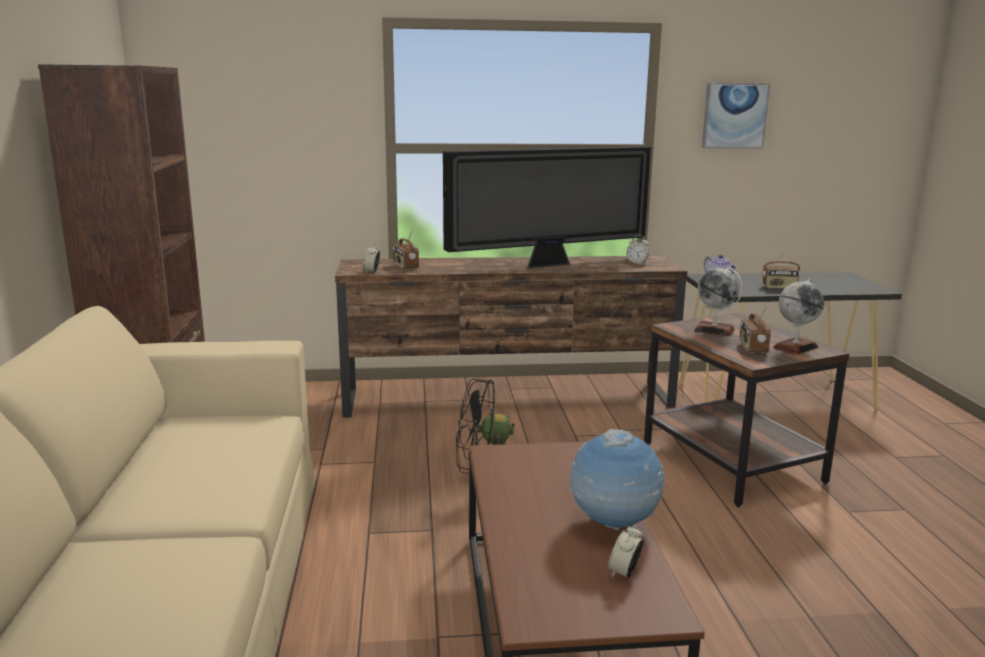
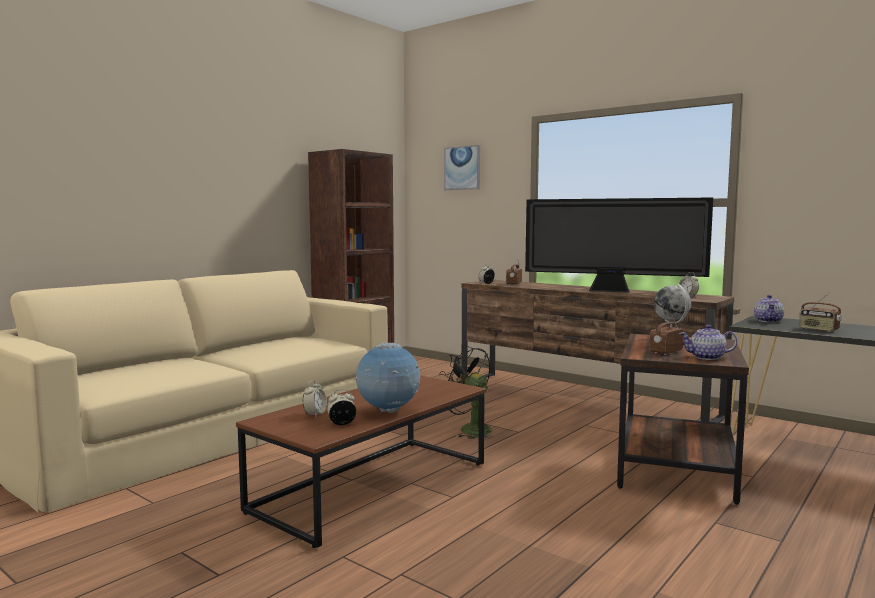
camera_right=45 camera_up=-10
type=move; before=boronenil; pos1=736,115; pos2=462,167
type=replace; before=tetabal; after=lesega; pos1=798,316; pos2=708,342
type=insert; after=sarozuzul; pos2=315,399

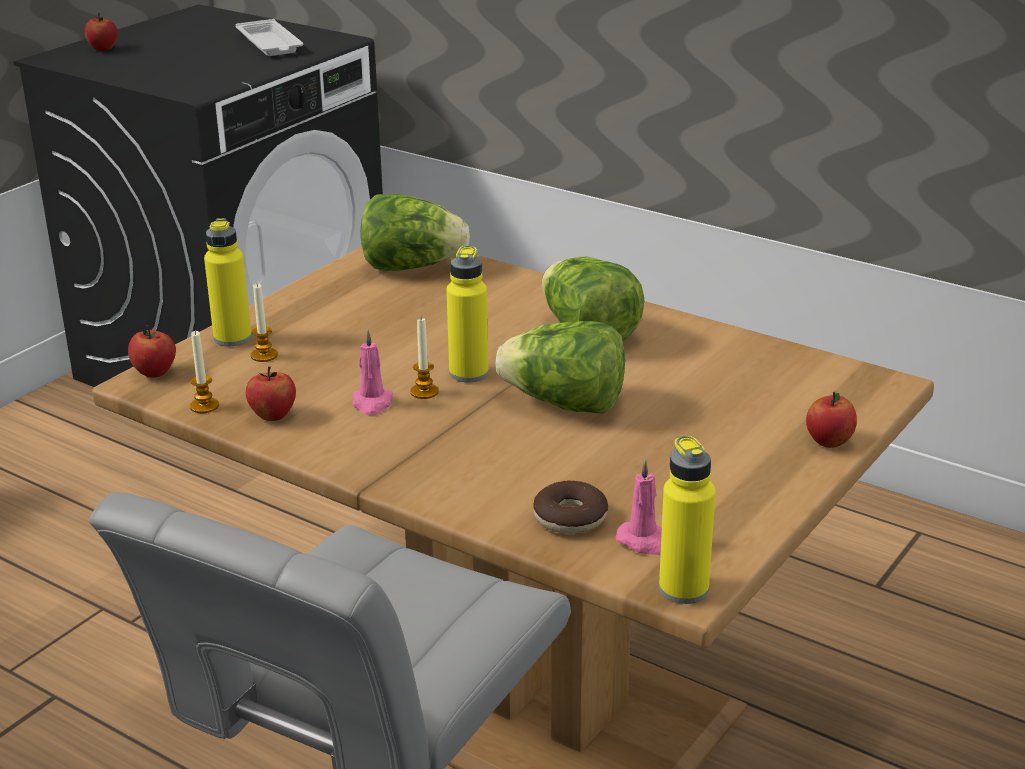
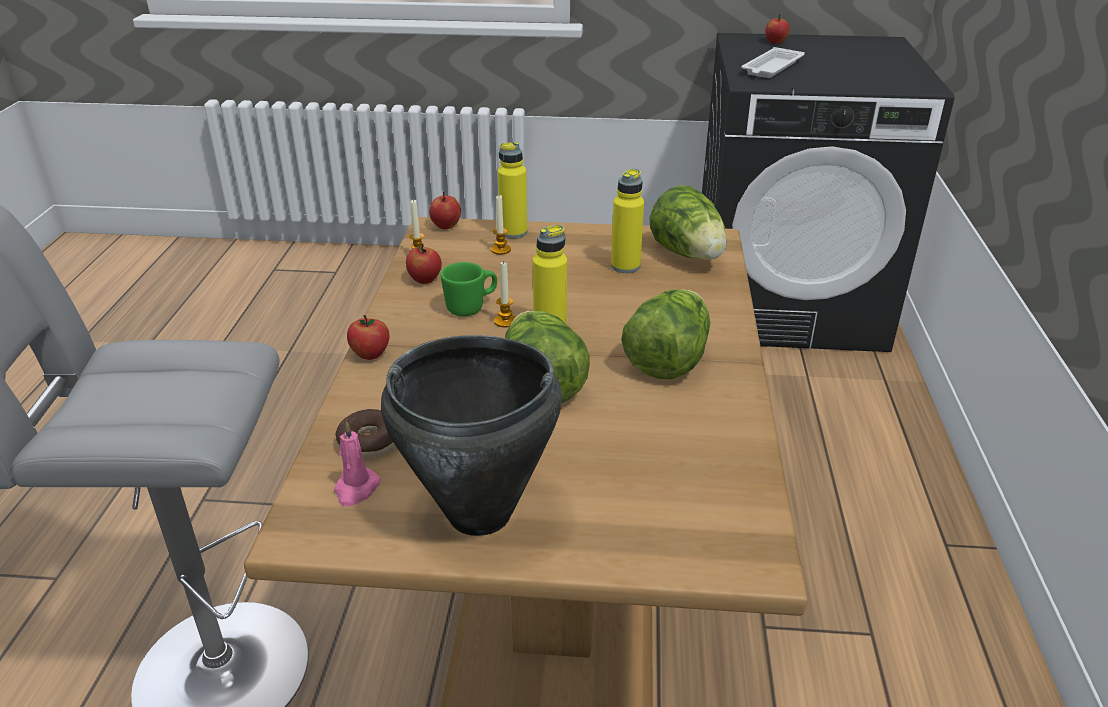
camera_right=60 camera_up=5
type=move; before=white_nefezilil; pos1=269,37; pos2=773,62
type=replace; before=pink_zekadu; after=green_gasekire; pos1=373,373; pos2=468,289
type=move; before=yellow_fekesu; pos1=687,520; pos2=627,221
type=move; before=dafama; pos1=831,420; pos2=368,337
type=insert; after=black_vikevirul; pos2=471,435

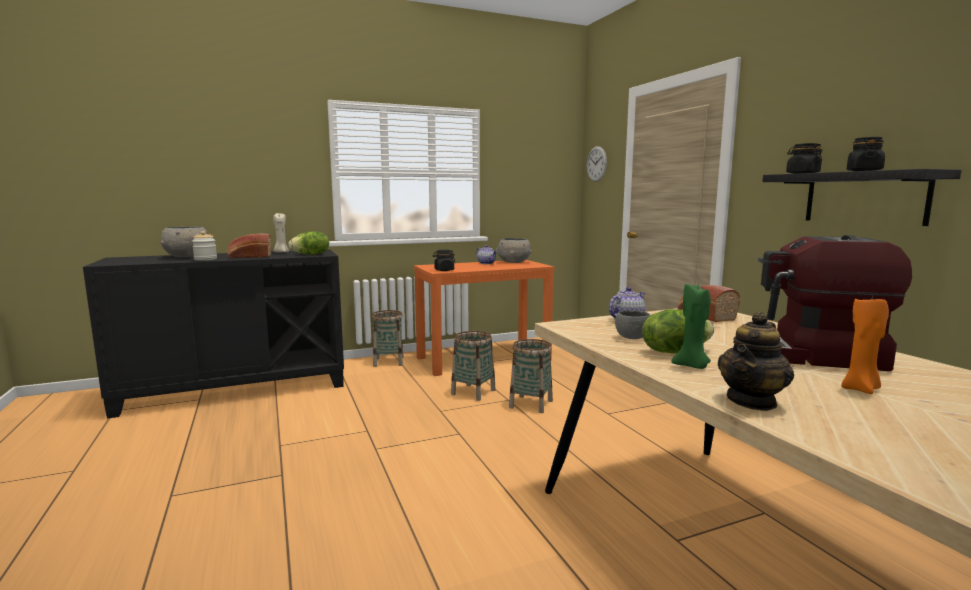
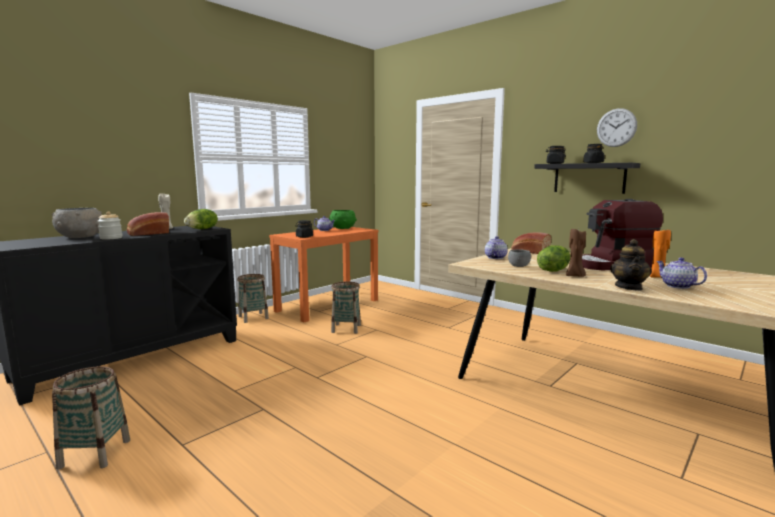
camera_right=-25 camera_up=0
type=recolor; before=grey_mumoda; after=green_mumoda; pos1=514,250; pos2=343,219
type=move; before=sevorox; pos1=531,376; pos2=91,417
type=move; before=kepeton; pos1=597,164; pos2=617,127
type=recolor; before=green_zekadu; after=brown_zekadu; pos1=691,326; pos2=576,252
type=insert; after=lesega; pos2=681,273

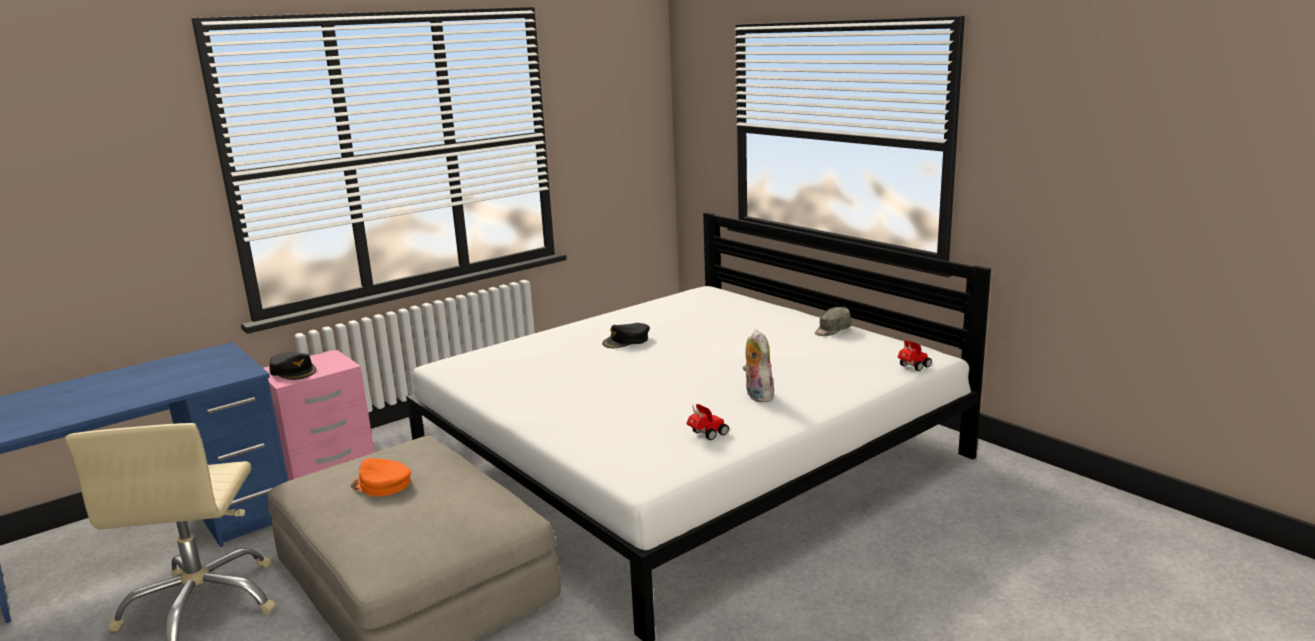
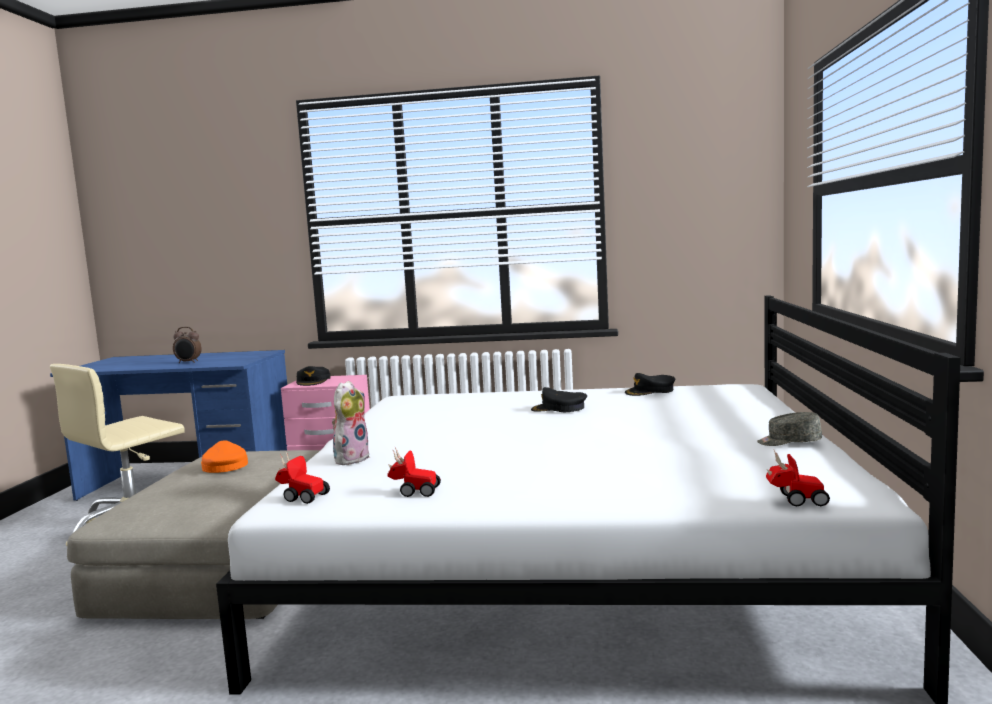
camera_right=45 camera_up=-10
type=move; before=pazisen; pos1=758,366; pos2=351,423
type=insert; after=sarozuzul; pos2=187,345
type=insert; after=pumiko; pos2=302,478
type=insert; after=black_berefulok; pos2=650,384

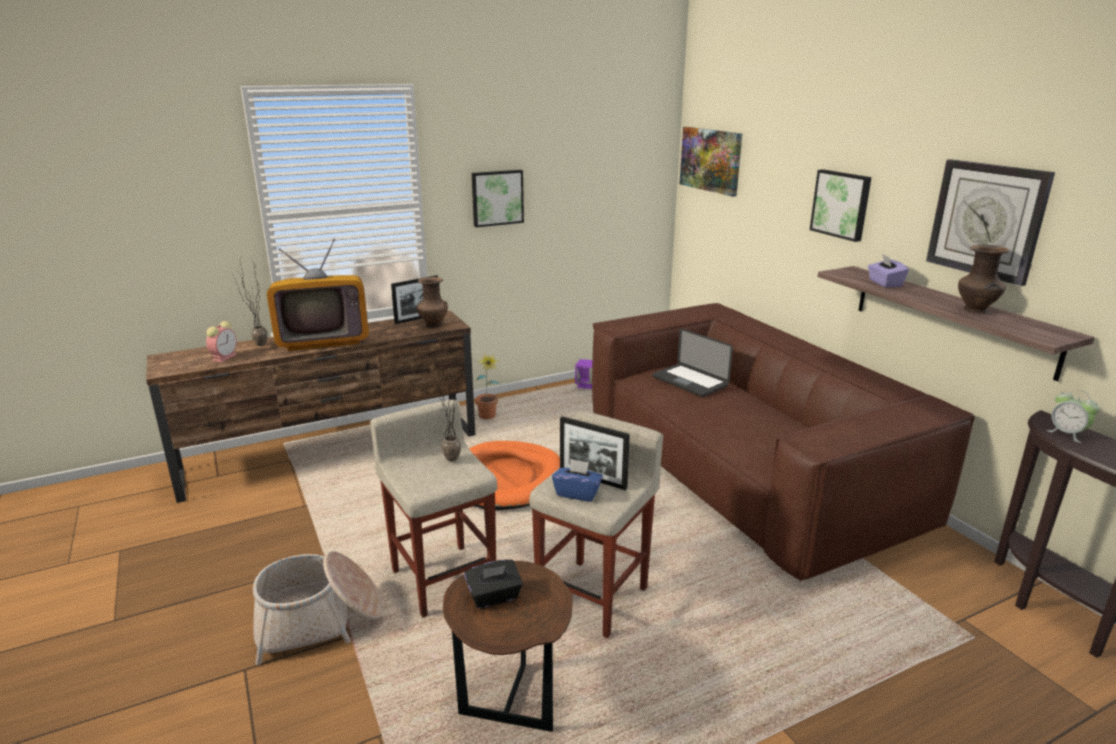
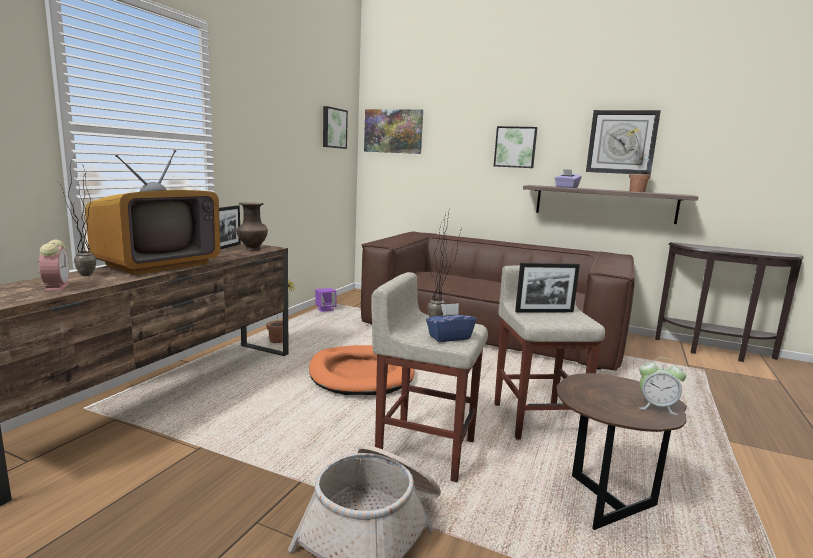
camera_right=-40 camera_up=-10
type=delete; before=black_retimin; pos1=493,584
type=move; before=boronenil; pos1=498,198; pos2=335,127
type=move; before=blue_retimin; pos1=577,480; pos2=451,322
type=delete; before=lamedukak; pos1=692,362
type=replace; before=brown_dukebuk; after=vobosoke; pos1=983,279; pos2=637,160
type=move; before=sarozuzul; pos1=1073,416; pos2=662,386

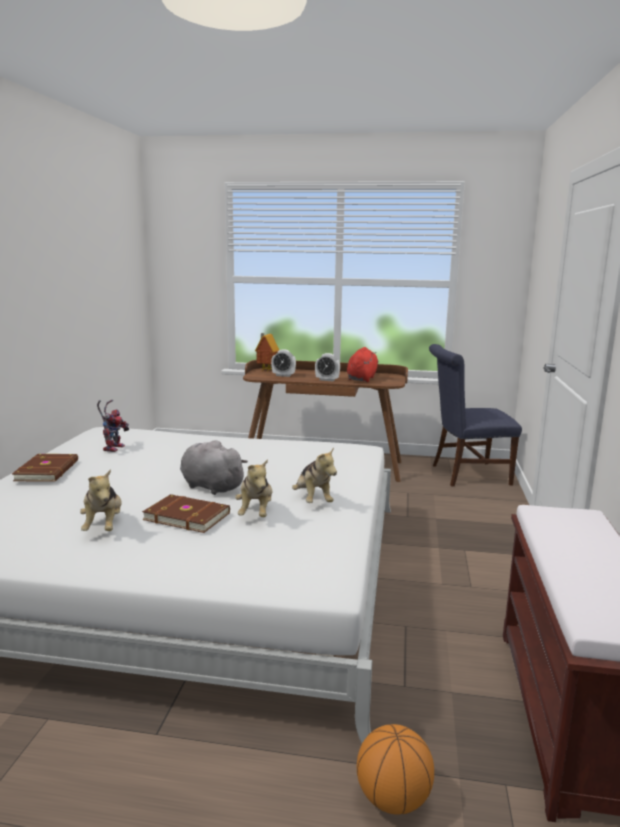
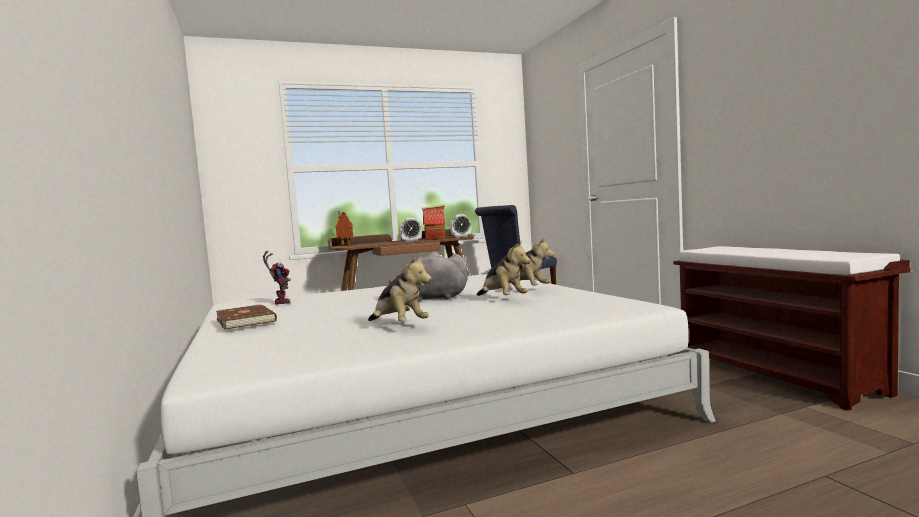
camera_right=-30 camera_up=-10
type=delete; before=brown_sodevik; pos1=186,513
type=move; before=sarozuzul; pos1=283,363; pos2=460,226
type=replace; before=red_pazisen; after=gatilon; pos1=363,364; pos2=434,222
type=delete; before=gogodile; pos1=395,769

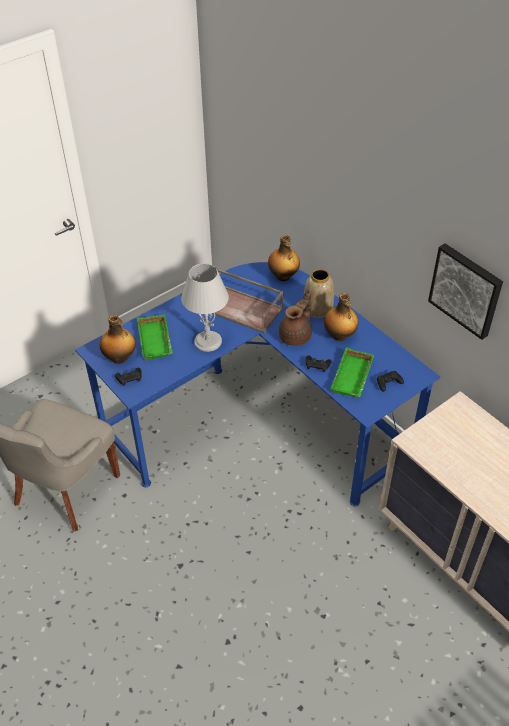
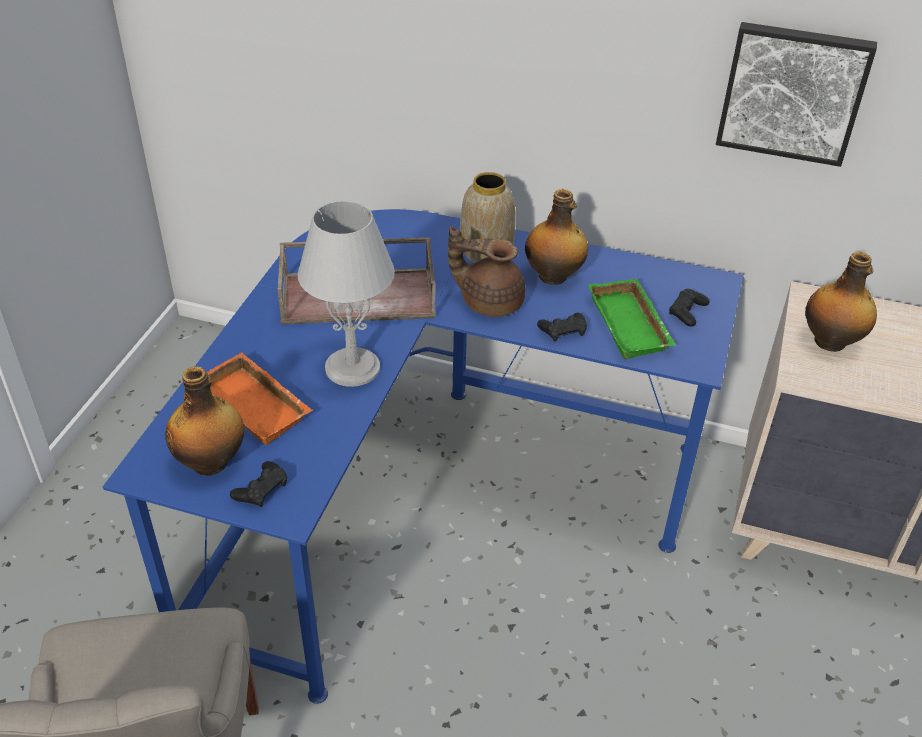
camera_right=-35 camera_up=-5
type=recolor; before=green_nefezilil; after=orange_nefezilil; pos1=155,337; pos2=259,398
type=move; before=fekesu; pos1=284,258; pos2=841,302
type=rotate; before=brown_lesega; pos1=295,317; pos2=487,271; turn=-75

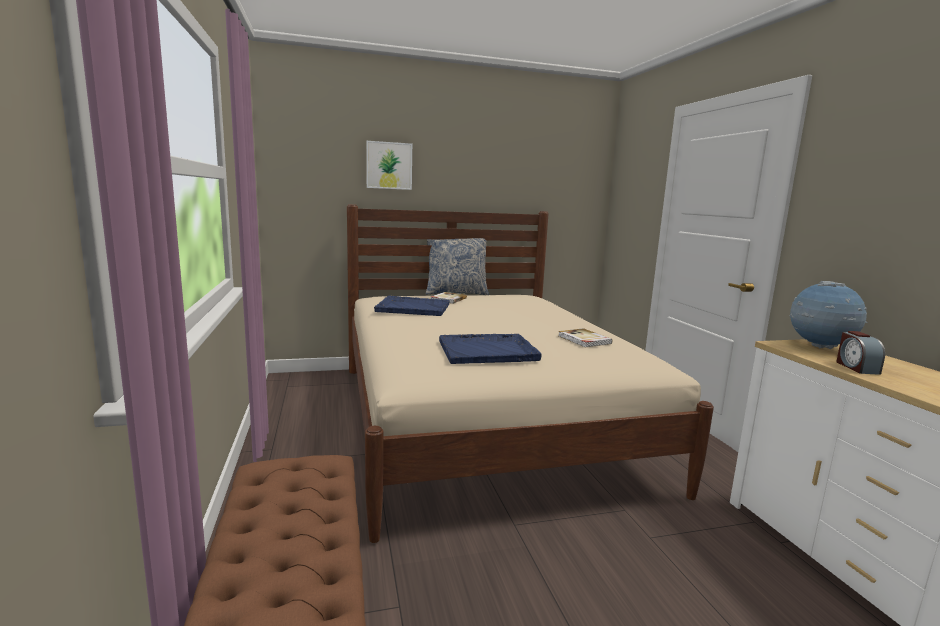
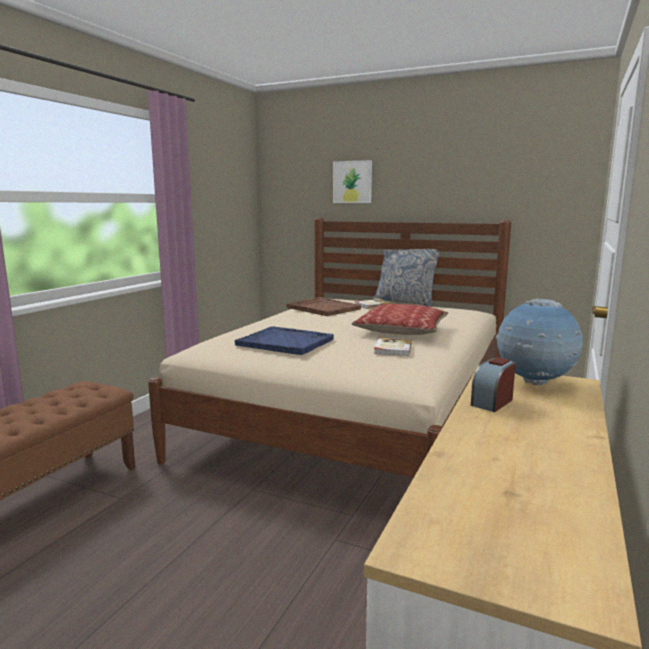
camera_right=40 camera_up=0
type=recolor; before=blue_nefezilil; after=brown_nefezilil; pos1=412,305; pos2=323,306
type=insert; after=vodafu; pos2=400,319

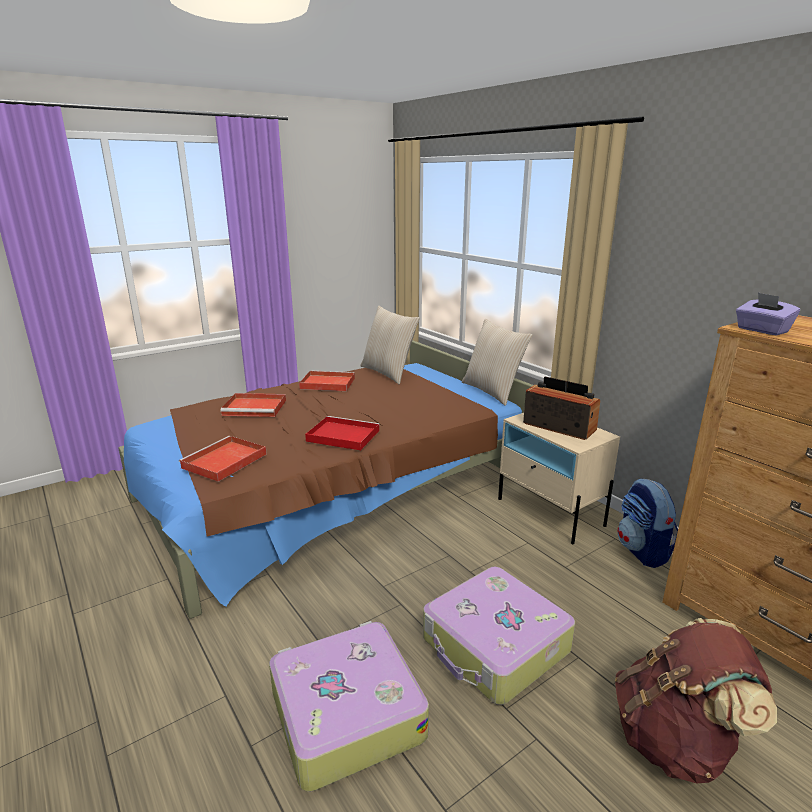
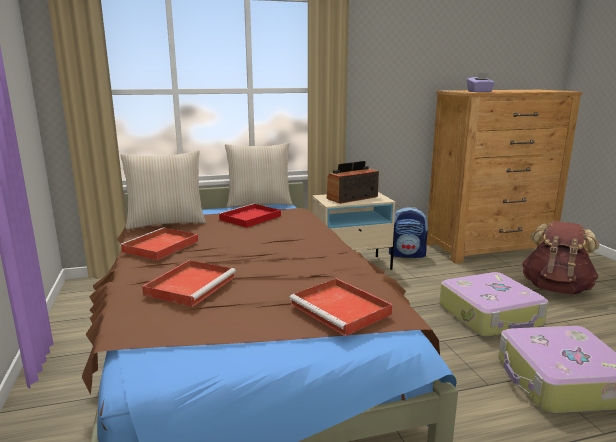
camera_right=-70 camera_up=-5
type=move; before=red_nefezilil; pos1=342,433; pos2=249,215

